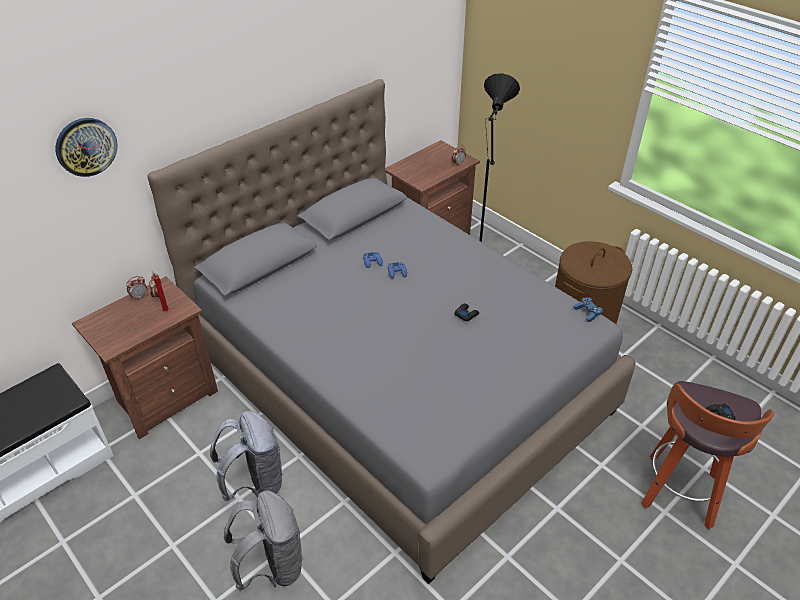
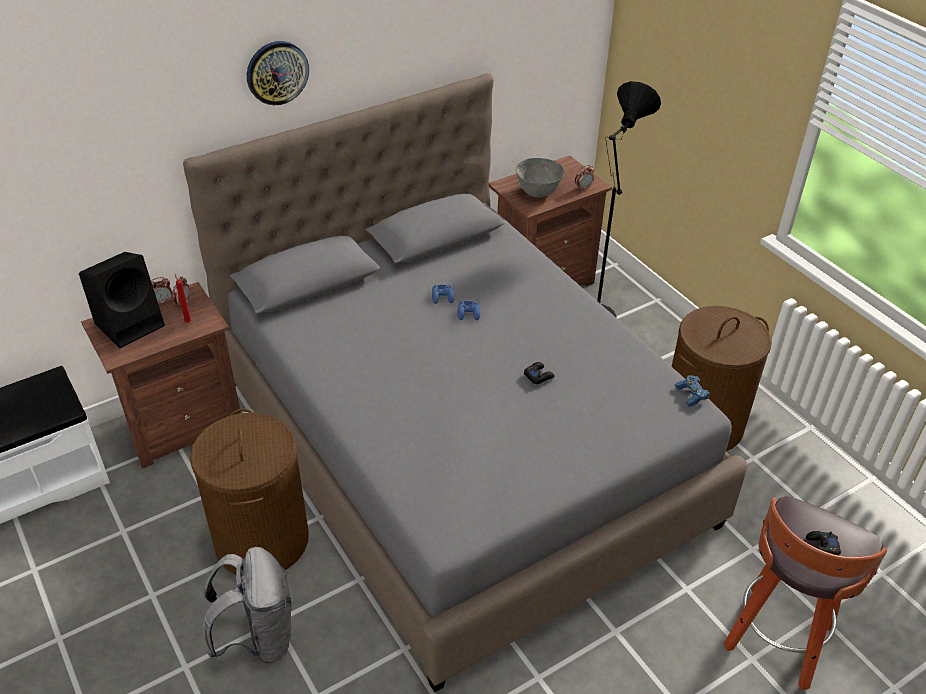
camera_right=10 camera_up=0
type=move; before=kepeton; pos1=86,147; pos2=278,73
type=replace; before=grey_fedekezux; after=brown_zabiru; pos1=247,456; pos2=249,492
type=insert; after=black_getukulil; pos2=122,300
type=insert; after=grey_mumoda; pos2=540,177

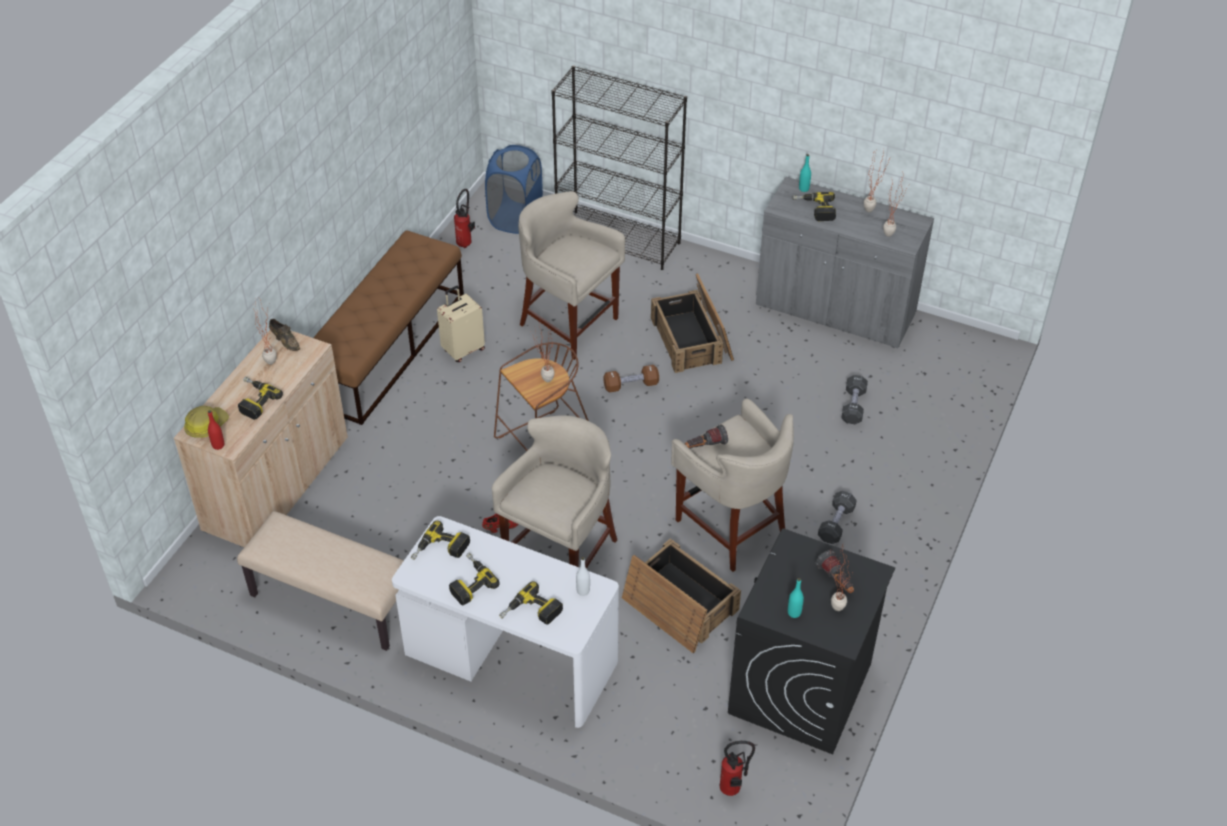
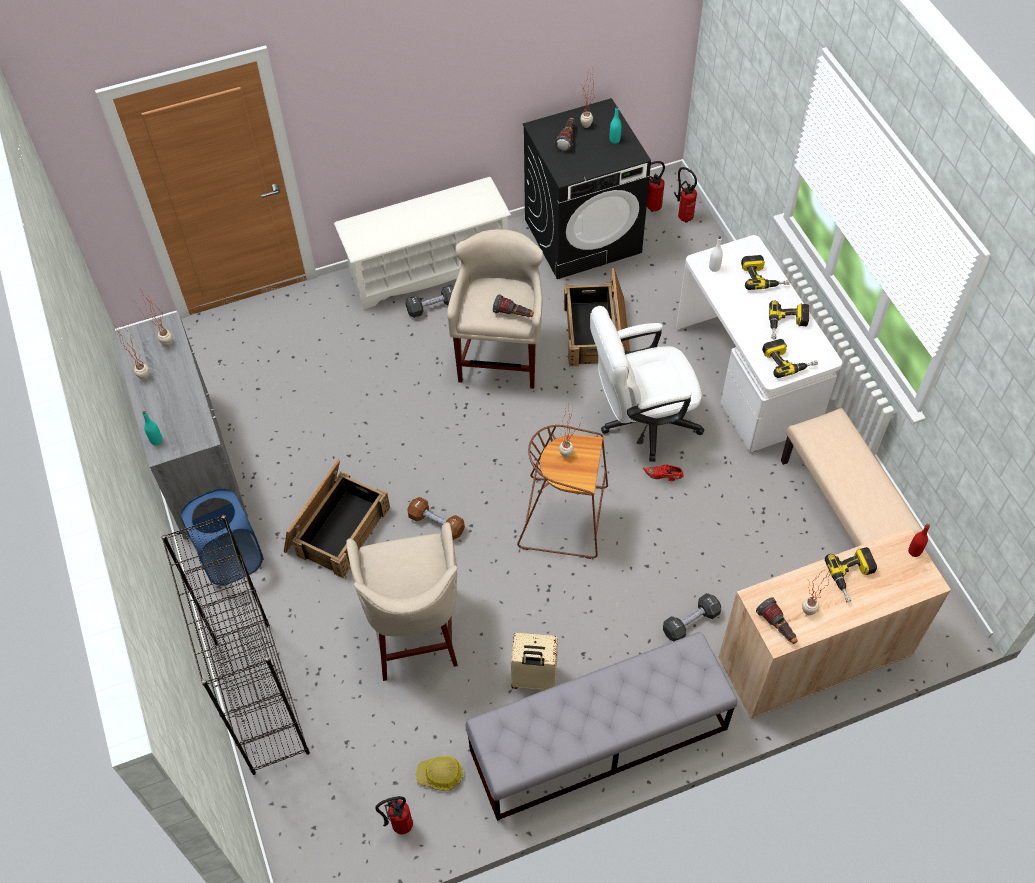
camera_right=-135 camera_up=10
type=move; before=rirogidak; pos1=206,422; pos2=439,773
type=replace; before=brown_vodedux; after=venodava; pos1=284,335; pos2=777,620
type=recolor; before=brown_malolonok; after=grey_malolonok; pos1=388,328; pos2=601,726
type=move; before=blue_zabiru; pos1=514,189; pos2=222,537
type=replace; before=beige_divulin; after=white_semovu; pos1=554,492; pos2=647,384
type=delete; before=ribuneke; pos1=814,206
type=move; before=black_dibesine; pos1=854,399; pos2=692,617
type=insert; after=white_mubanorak; pos2=422,243
type=insert; after=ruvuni; pos2=656,186

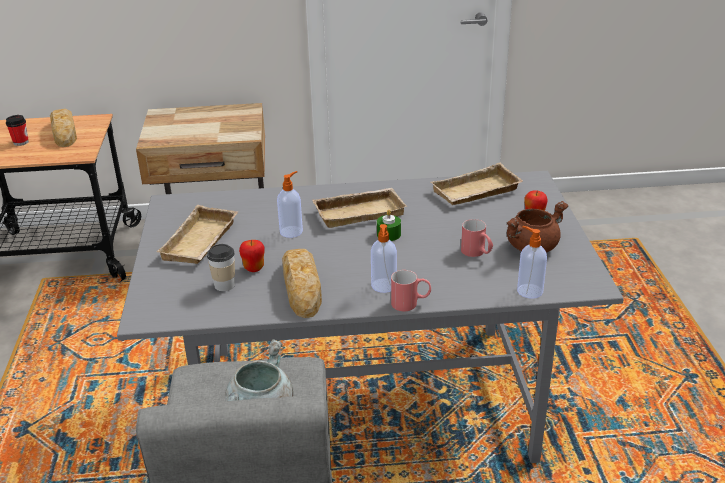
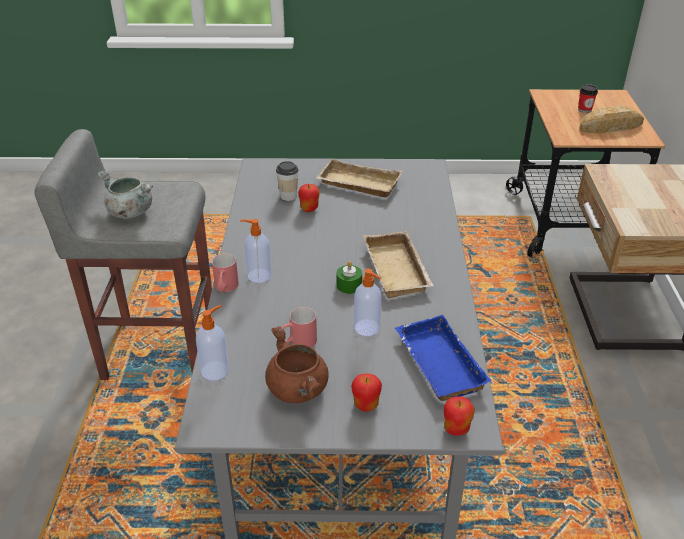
camera_right=95 camera_up=5
type=move; before=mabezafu; pos1=290,204; pos2=367,302
type=delete; before=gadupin; pos1=302,283
type=recolor; before=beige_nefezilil; after=blue_nefezilil; pos1=477,183; pos2=443,358
type=insert; after=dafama; pos2=459,416

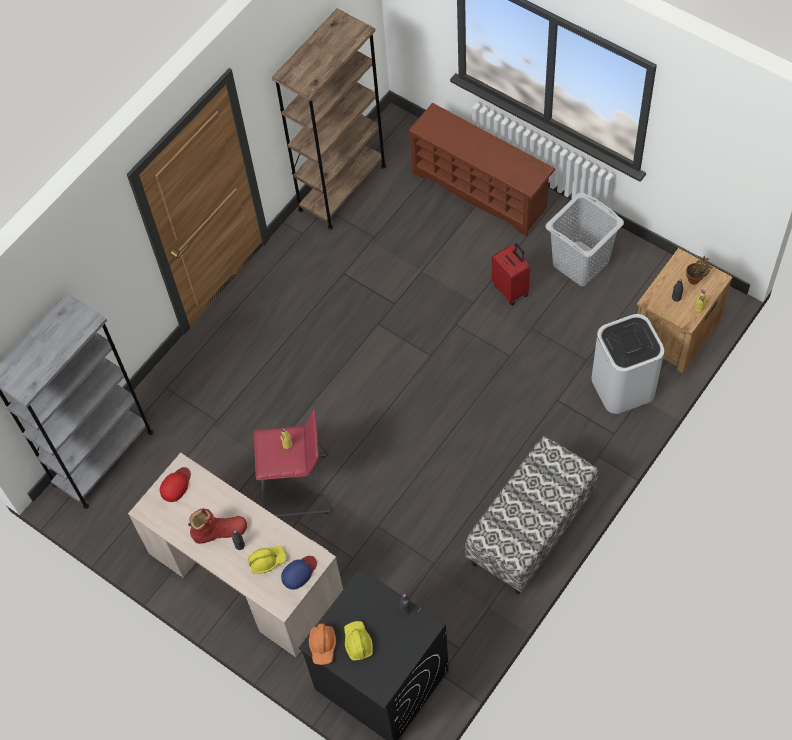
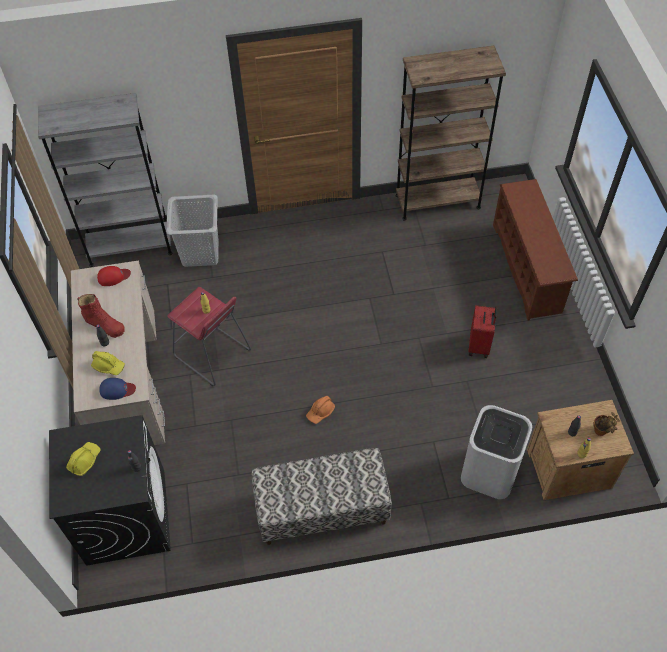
camera_right=40 camera_up=-5
type=move; before=orange_rirogidak; pos1=322,644; pos2=320,410
type=move; before=grey_zabiru; pos1=584,239; pos2=192,231

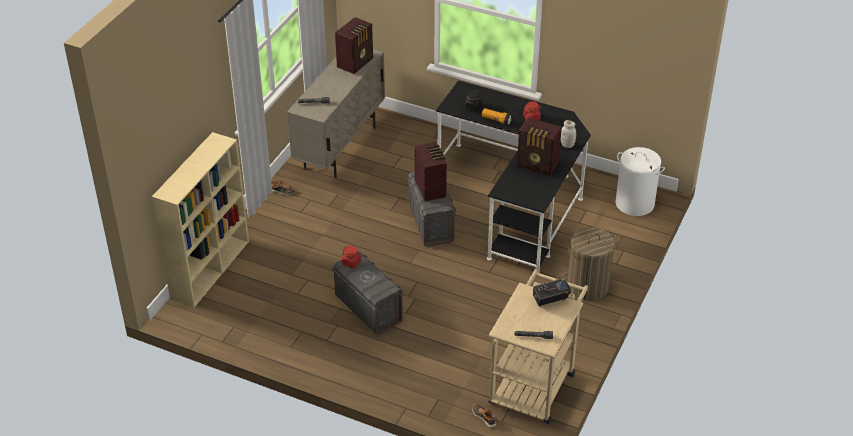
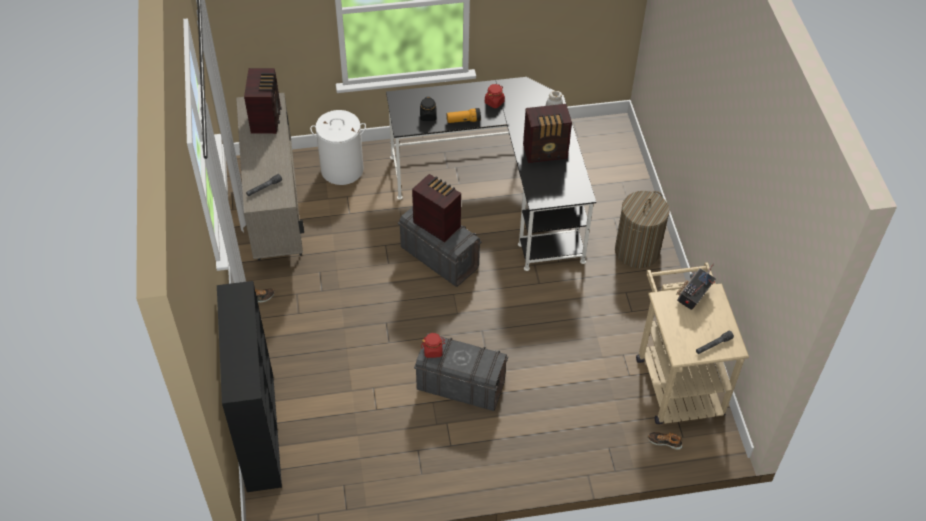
camera_right=-35 camera_up=10
type=recolor; before=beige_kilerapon; after=black_kilerapon; pos1=200,220; pos2=249,386
type=move; before=white_zabiru; pos1=640,181; pos2=338,147

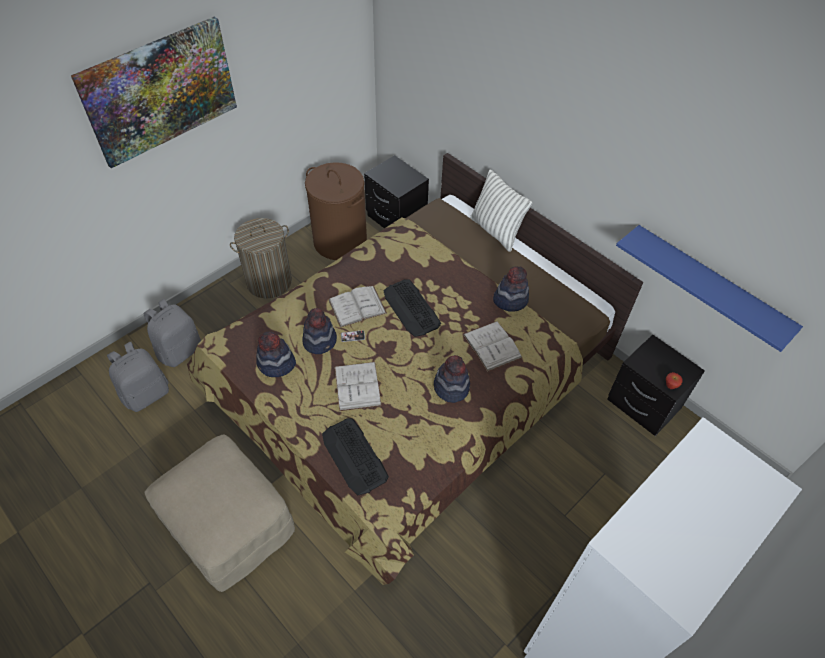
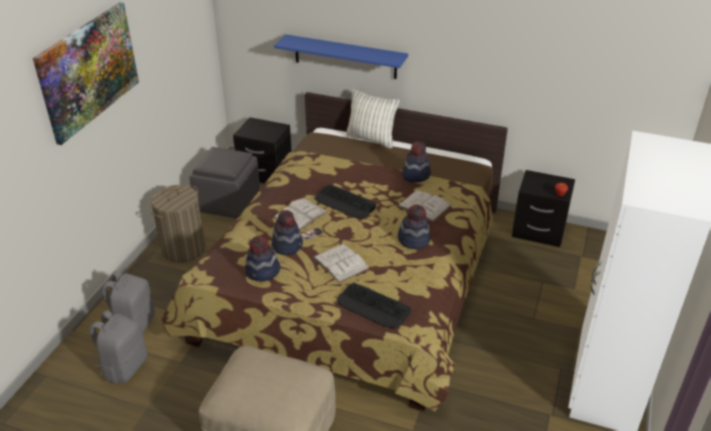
camera_right=-25 camera_up=-15
type=replace; before=brown_zabiru; after=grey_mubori; pos1=336,211; pos2=224,183
type=move; before=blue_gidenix; pos1=709,288; pos2=341,56

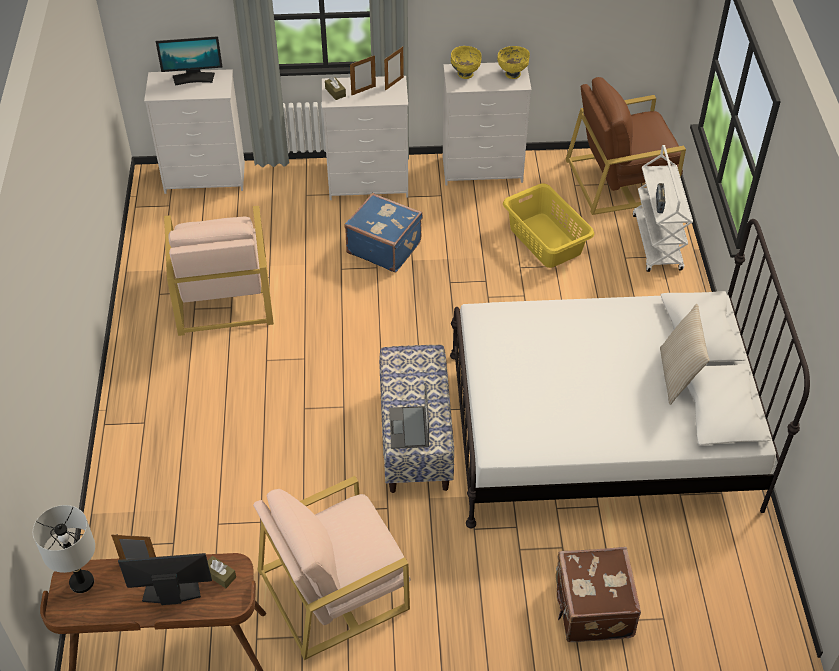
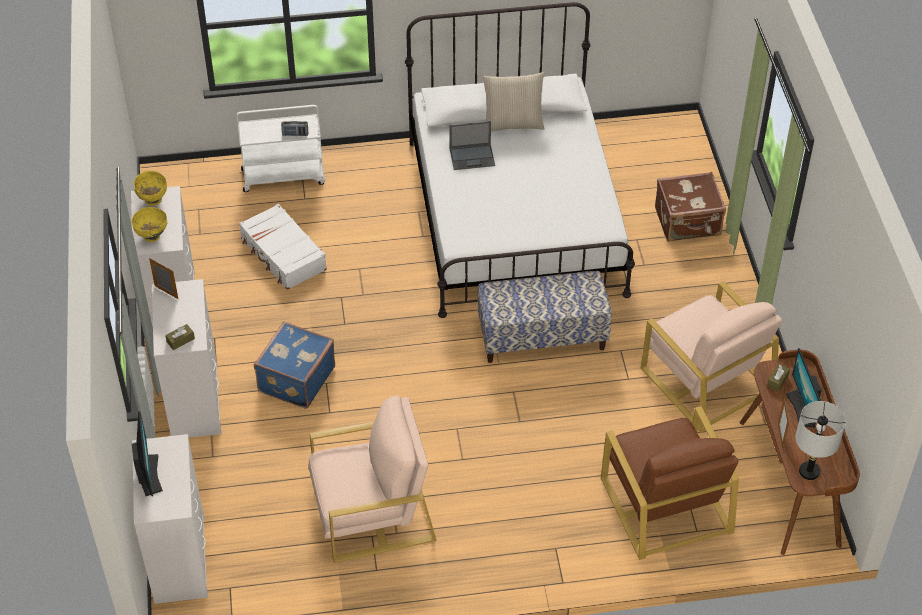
camera_right=-95 camera_up=0
type=delete; before=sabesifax; pos1=363,75
type=move; before=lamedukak; pos1=409,416; pos2=472,145
type=replace; before=yellow_zabiru; after=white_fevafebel; pos1=548,225; pos2=283,247
type=move; before=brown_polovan; pos1=625,146; pos2=670,483

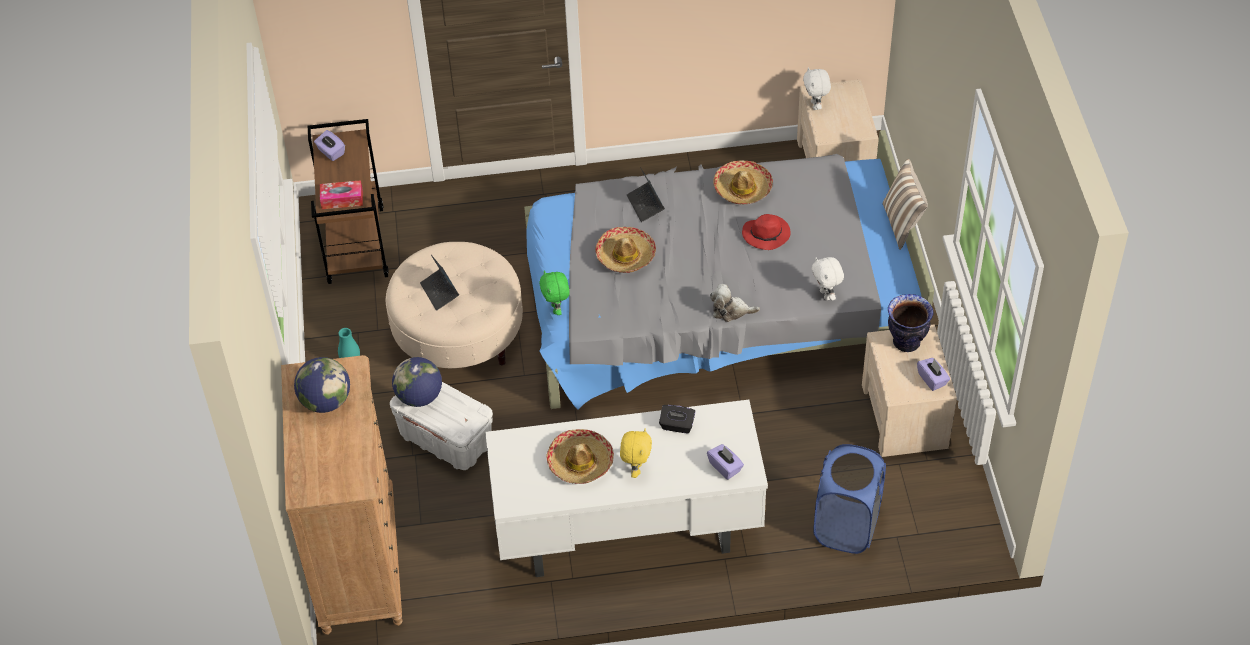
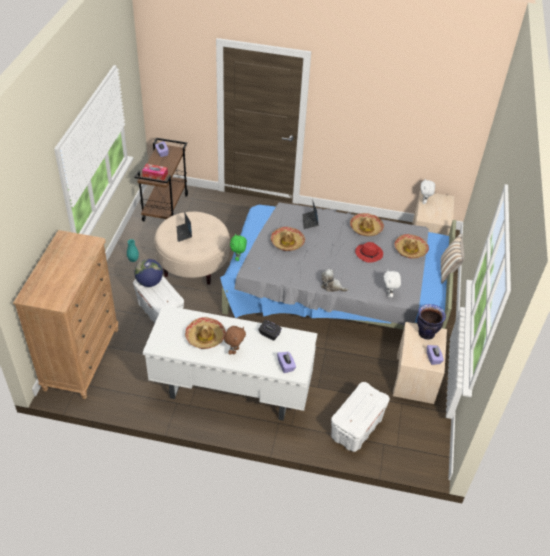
camera_right=15 camera_up=-5
type=delete; before=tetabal; pos1=322,385
type=recolor; before=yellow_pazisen; after=brown_pazisen; pos1=636,453; pos2=235,340
type=replace; before=blue_zabiru; after=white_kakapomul; pos1=849,499; pos2=360,417
type=insert; after=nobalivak; pos2=412,246

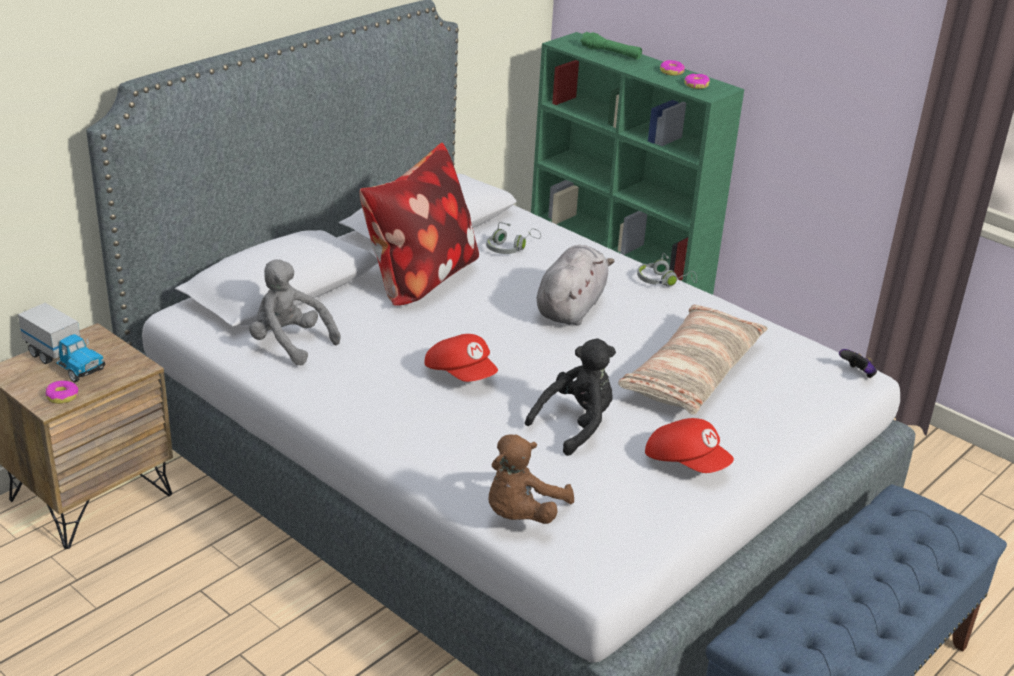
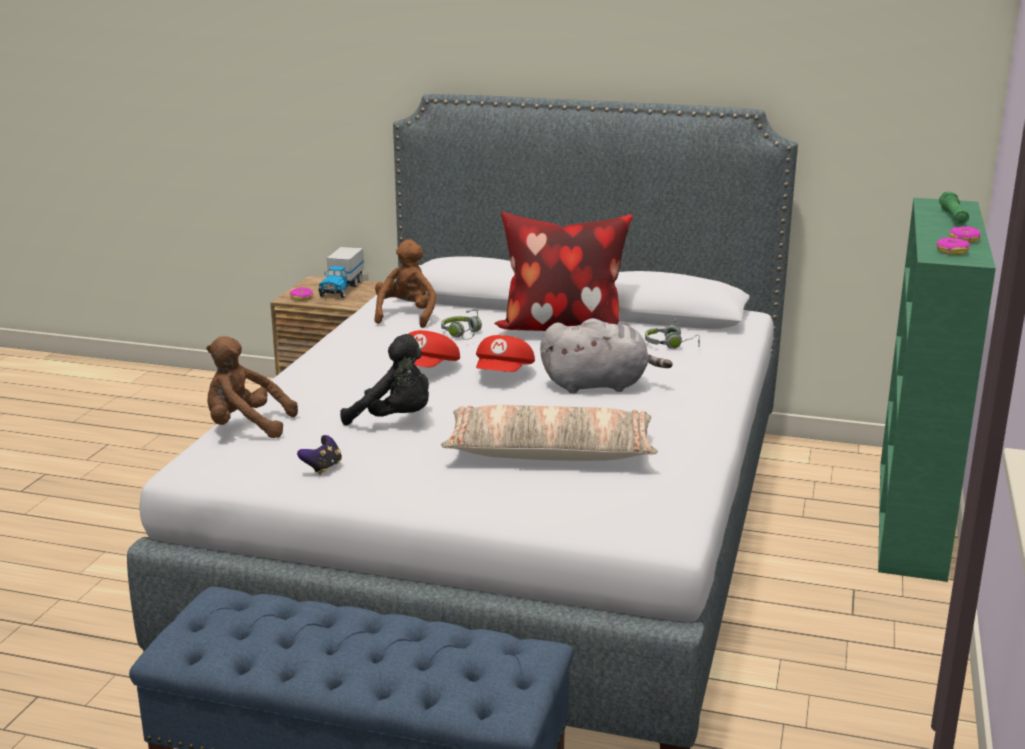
camera_right=65 camera_up=-10
type=recolor; before=grey_pazisen; after=brown_pazisen; pos1=295,312; pos2=405,283
type=move; before=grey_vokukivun; pos1=667,270; pos2=461,325
type=move; before=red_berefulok; pos1=689,445; pos2=505,353
type=move; before=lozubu; pos1=858,363; pos2=319,455

